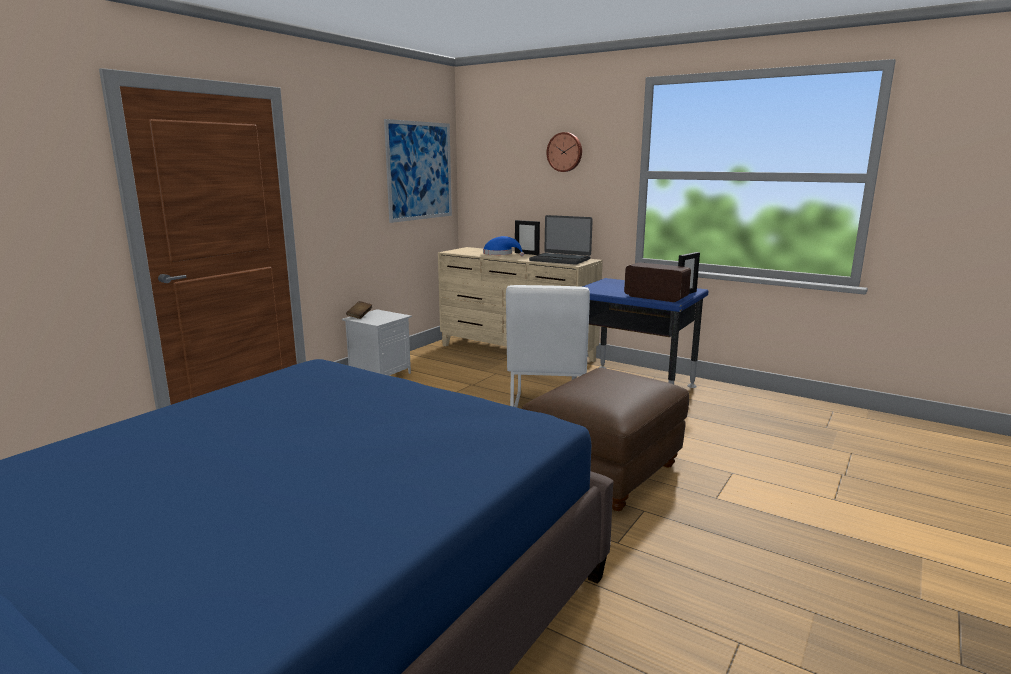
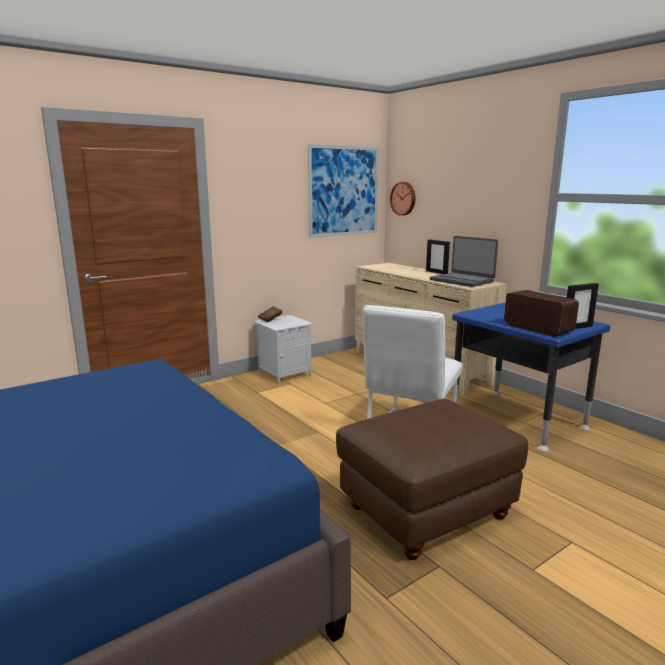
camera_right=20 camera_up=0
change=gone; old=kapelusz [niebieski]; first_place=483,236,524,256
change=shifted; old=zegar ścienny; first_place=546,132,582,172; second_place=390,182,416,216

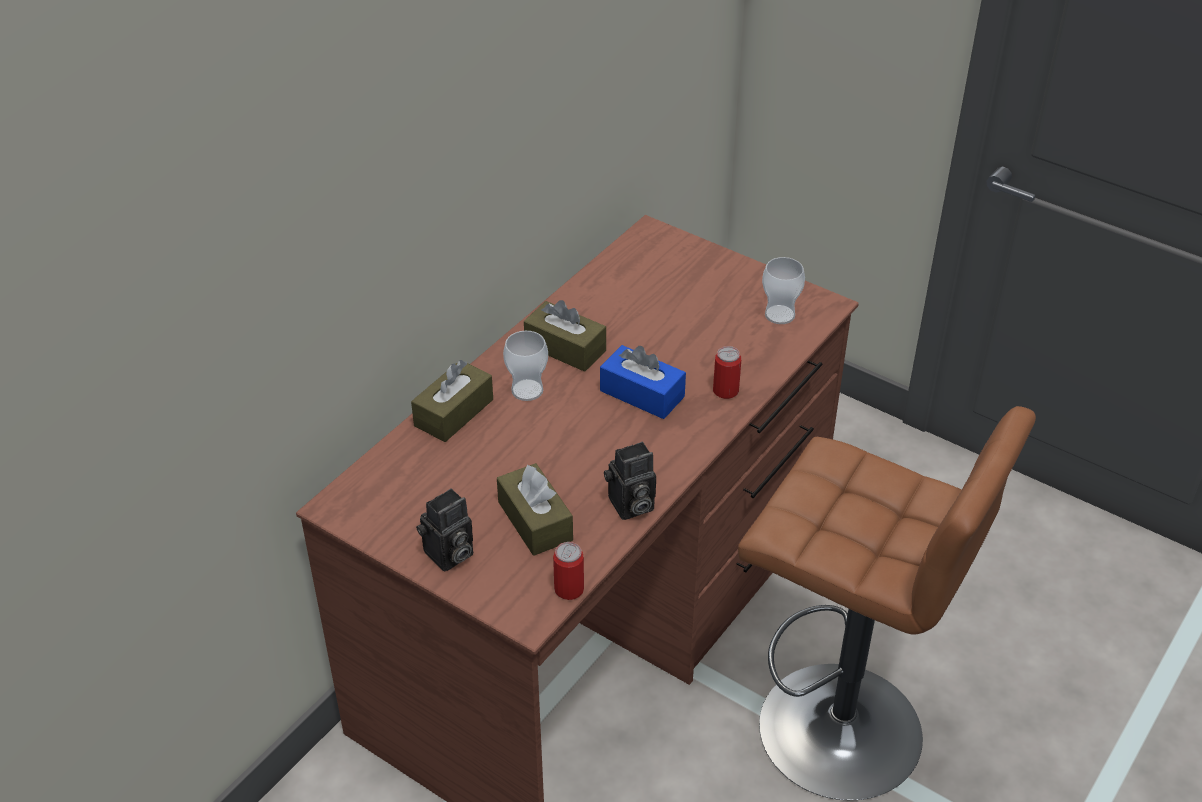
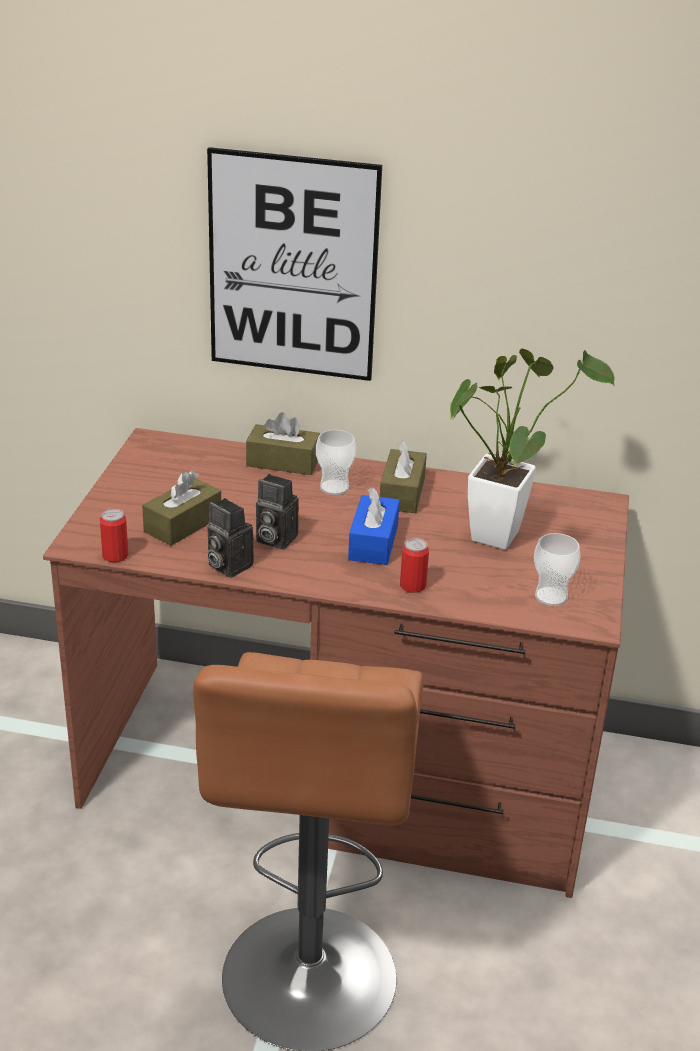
camera_right=65 camera_up=-10
change=shifted; old=aparat fotograficzny; first_place=416,488,473,571; second_place=256,474,299,550
change=new; new=obraz; second_place=207,147,382,381
change=new; new=roślina doniczkowa; second_place=450,349,615,550

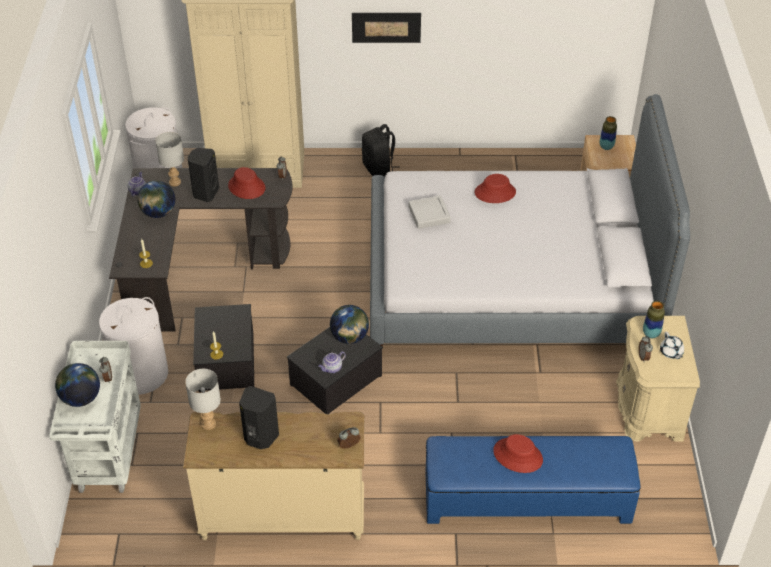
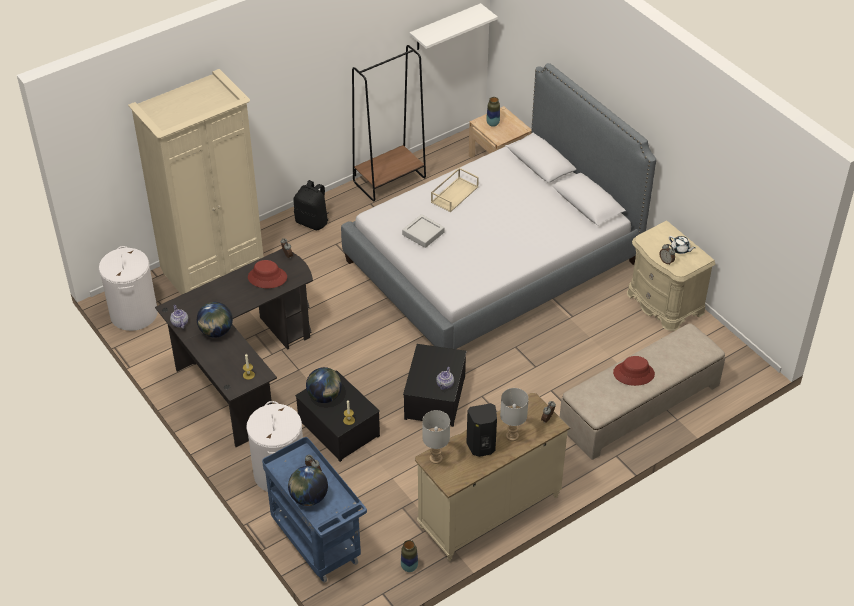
camera_right=-35 camera_up=0
change=repainted; old=wózek [biały]; new=wózek [niebieski]; first_place=49,341,141,493; second_place=262,437,367,583
change=shifted; old=lampa stołowa [szary]; first_place=155,132,184,186; second_place=500,388,529,441
change=gone; old=głośnik [czarny]; first_place=187,148,219,202
change=shifted; old=globus; first_place=330,305,369,344; second_place=306,367,342,403
change=gone; old=obraz; first_place=352,13,421,43
change=repainted; old=ławka [niebieski]; new=ławka [beżowy]; first_place=425,436,641,524; second_place=560,323,725,460
change=swapped; old=kapelusz [czerwony]; new=taca [beżowy]; first_place=475,174,516,203; second_place=431,168,479,212
change=shifted; old=wazon; first_place=643,301,665,338; second_place=401,540,418,572
change=new; new=wieszak; second_place=352,45,426,201
change=new; new=półka [biały]; second_place=410,3,498,50

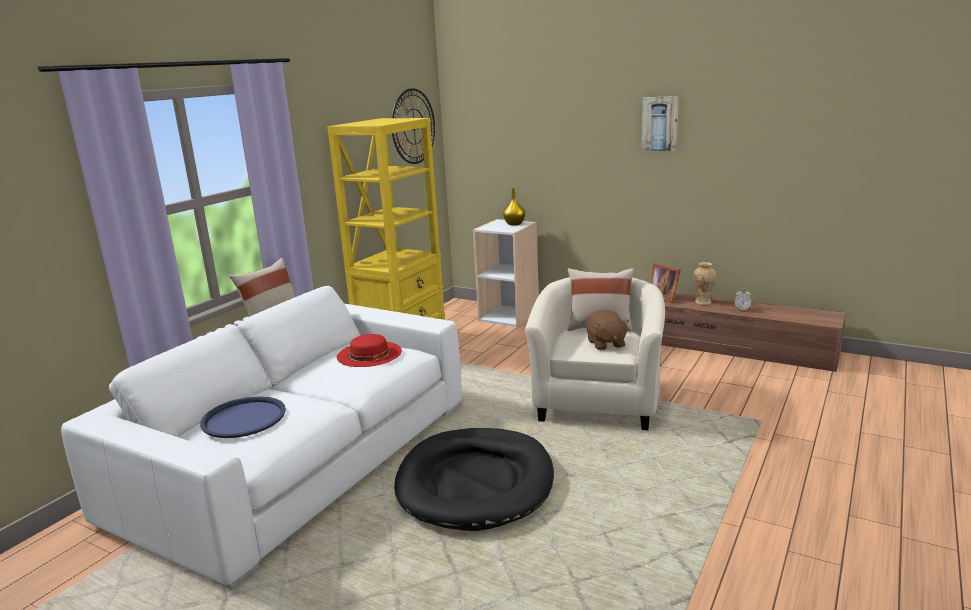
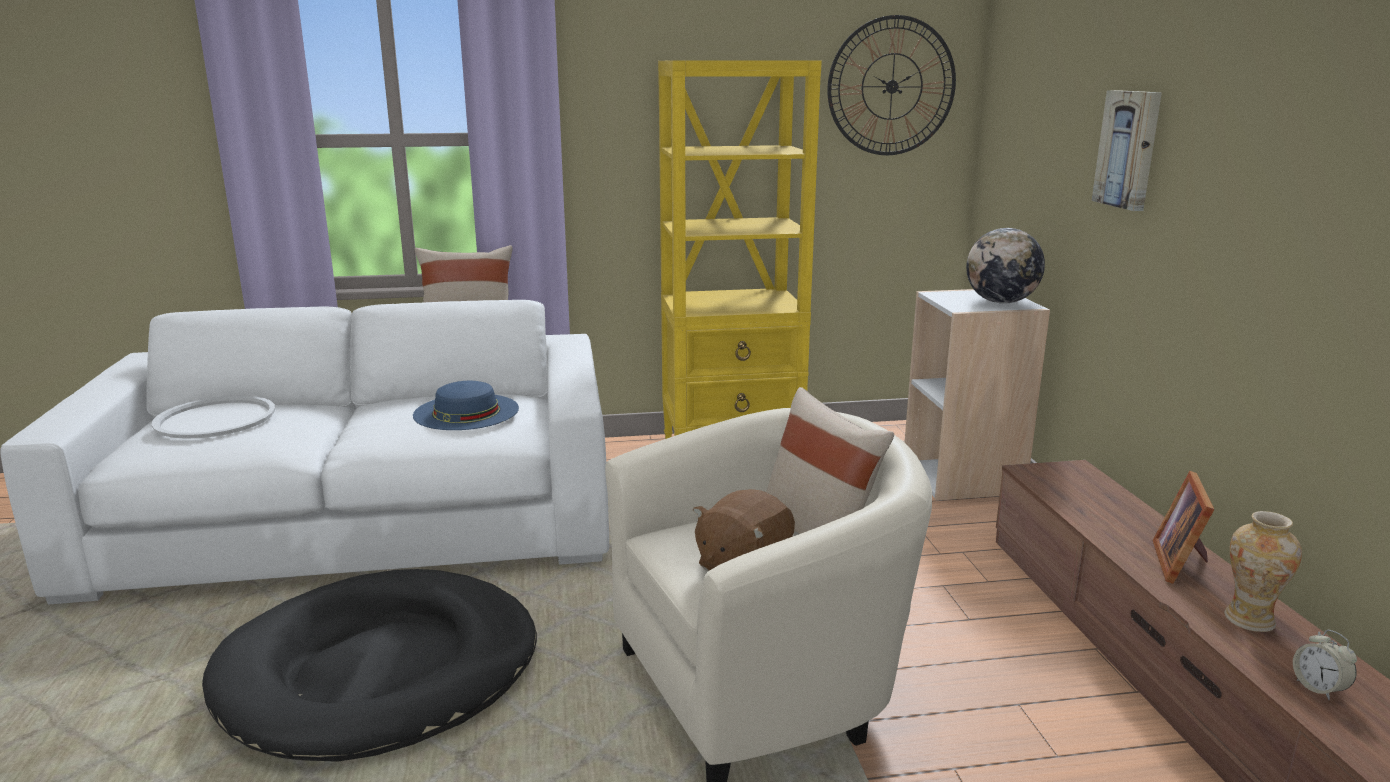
camera_right=50 camera_up=0
change=repainted; old=taca [niebieski]; new=taca [biały]; first_place=200,396,286,438; second_place=151,396,275,439
change=repainted; old=kapelusz [czerwony]; new=kapelusz [niebieski]; first_place=337,334,402,367; second_place=413,381,519,430
change=swapped; old=wazon [żółty]; new=globus; first_place=503,188,525,226; second_place=966,228,1045,304
change=shifted; old=obraz; first_place=642,96,679,151; second_place=1092,90,1162,211

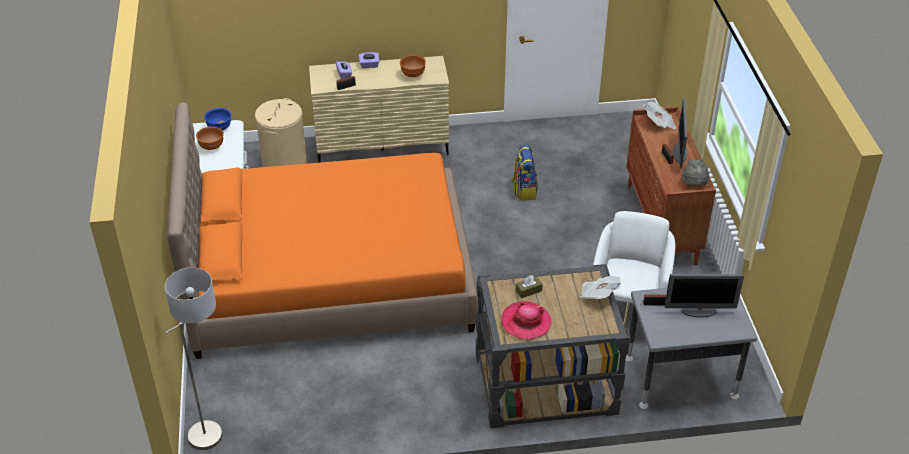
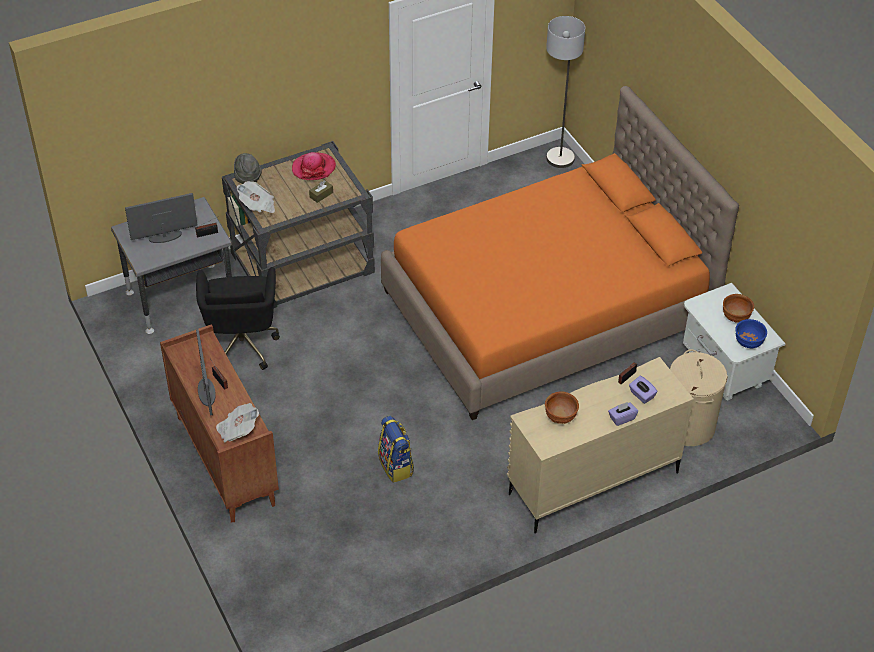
camera_right=160 camera_up=5
change=repainted; old=krzesło biurowe [biały]; new=krzesło biurowe [czarny]; first_place=593,211,676,330; second_place=196,267,280,370
change=shifted; old=kapelusz [szary]; first_place=681,159,709,186; second_place=234,153,262,184

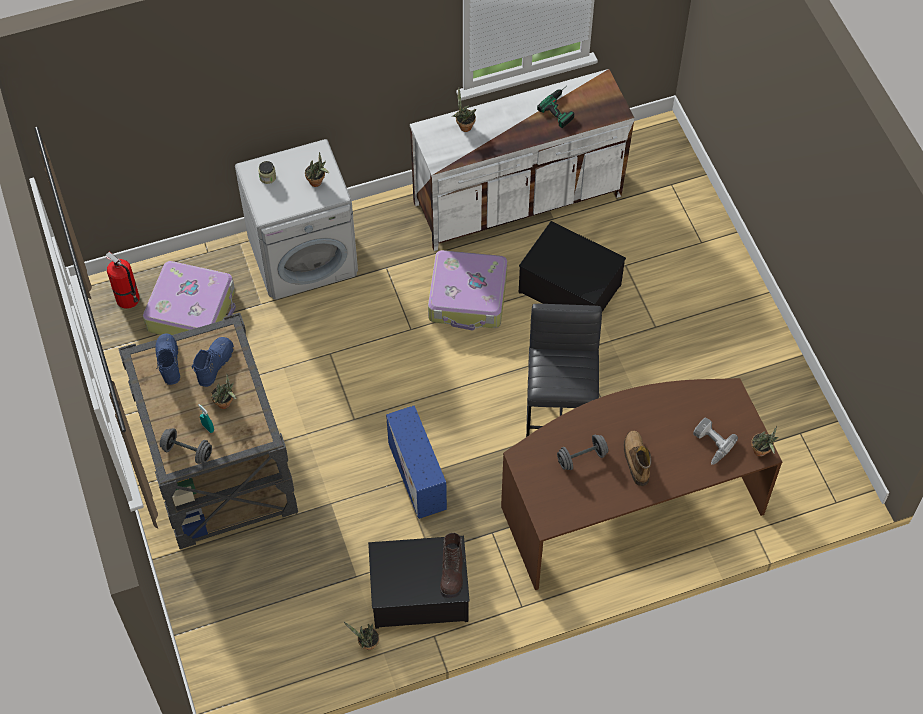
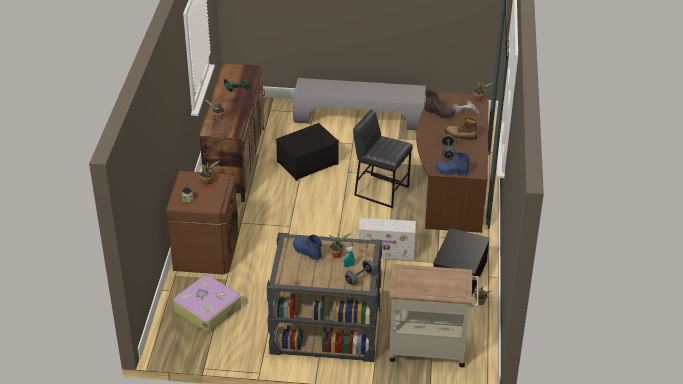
camera_right=-65 camera_up=-20
change=gone; old=gaśnica; first_place=105,251,140,309
change=shifted; old=but z cholewką [niebieski]; first_place=155,333,180,385; second_place=435,152,470,175
change=repainted; old=pralka [biały]; new=pralka [brązowy]; first_place=235,139,358,300; second_place=166,171,239,275
change=repainted; old=pojemnik do przechowywania [niebieski]; new=pojemnik do przechowywania [biały]; first_place=386,405,447,519; second_place=359,218,416,261
change=repainted; old=szafka [biały]; new=szafka [brązowy]; first_place=410,69,634,251; second_place=199,63,265,202
change=gone; old=walizka; first_place=428,250,507,330
change=shifted; old=but z cholewką [brązowy]; first_place=440,533,465,598; second_place=424,92,454,119
change=new; new=ławka [szary]; second_place=293,78,426,130
change=new; new=wózek [beżowy]; second_place=389,264,480,367

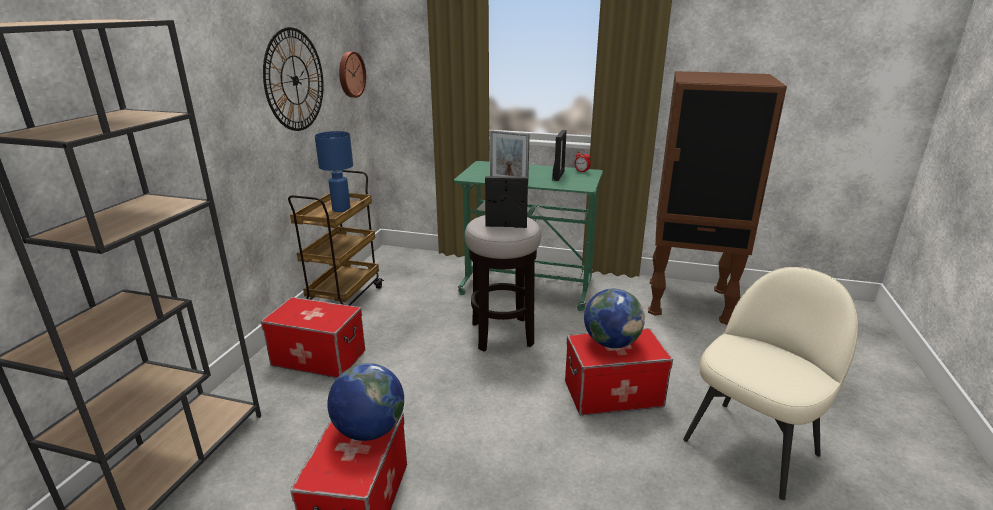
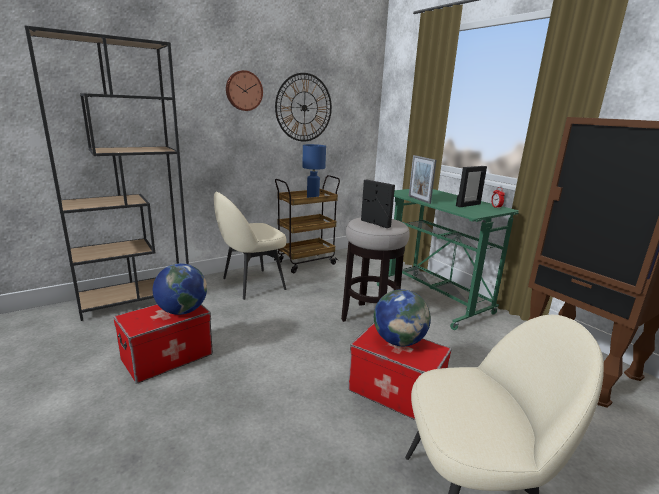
camera_right=40 camera_up=-5
change=swapped; old=pojemnik do przechowywania; new=krzesło [beżowy]; first_place=261,297,365,378; second_place=214,192,286,300
change=shifted; old=zegar ścienny; first_place=339,52,366,98; second_place=226,70,263,111

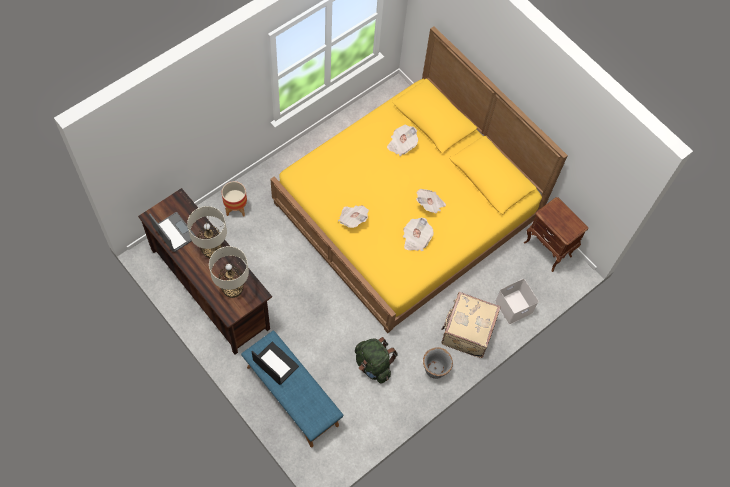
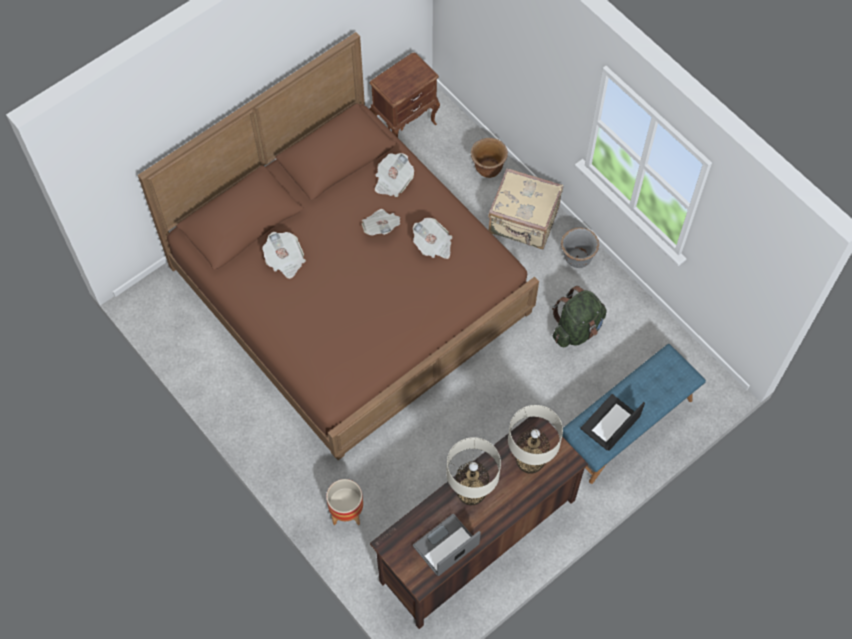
camera_right=-85 camera_up=0
change=repainted; old=łóżko [żółty]; new=łóżko [brązowy]; first_place=270,26,568,333; second_place=138,32,539,460
change=shifted; old=gazeta; first_place=338,205,369,228; second_place=375,153,414,197
change=swapped; old=pojemnik do przechowywania [biały]; new=donica [brązowy]; first_place=495,279,539,324; second_place=471,138,508,178

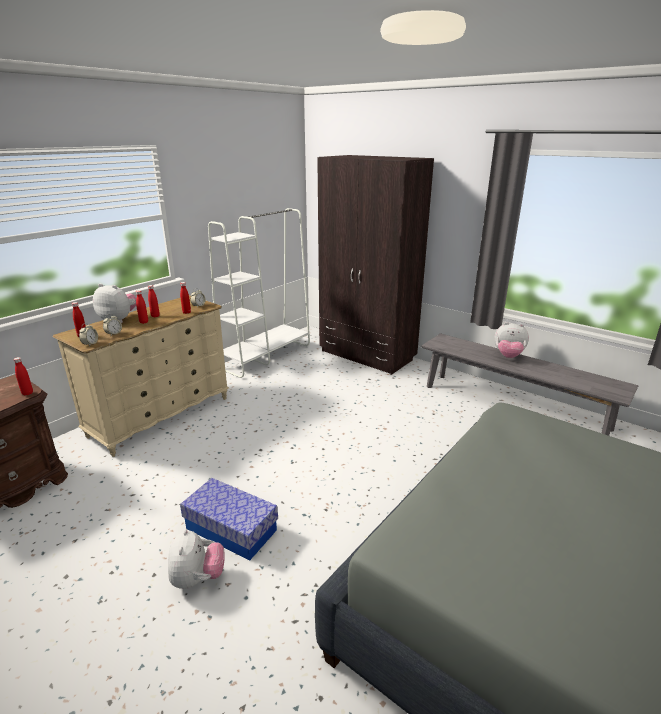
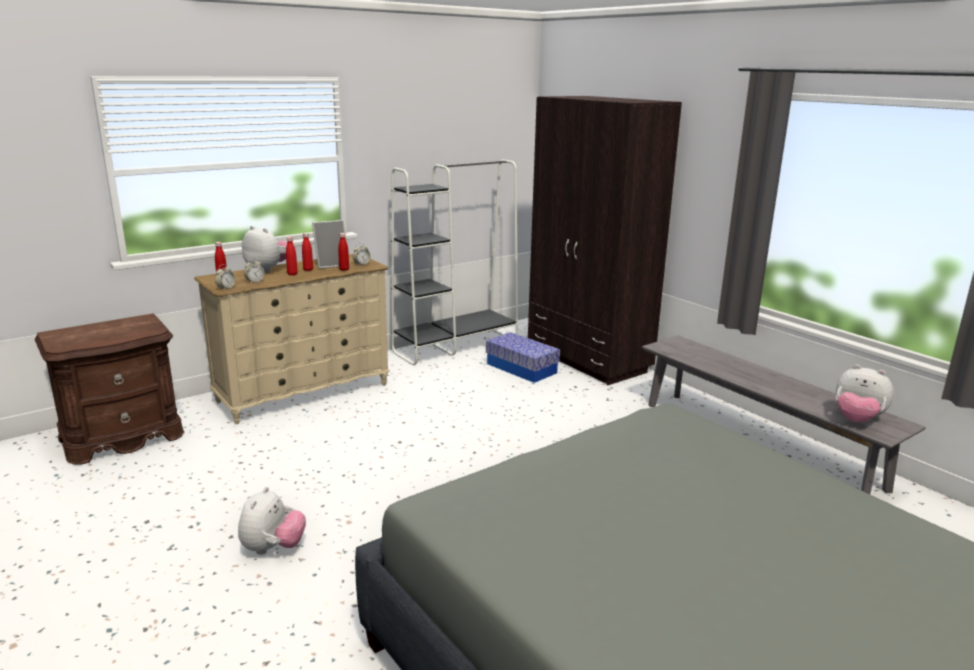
camera_right=15 camera_up=-5
change=gone; old=butelka [czerwony]; first_place=13,357,33,395
change=shifted; old=pojemnik do przechowywania; first_place=180,478,278,560; second_place=486,332,560,383
change=repainted; old=wieszak [biały]; new=wieszak [czarny]; first_place=208,208,310,378; second_place=391,159,518,365
change=shifted; old=pluszak; first_place=494,322,529,358; second_place=836,364,894,423
change=new; new=ramka na zdjęcie; second_place=312,220,350,269

